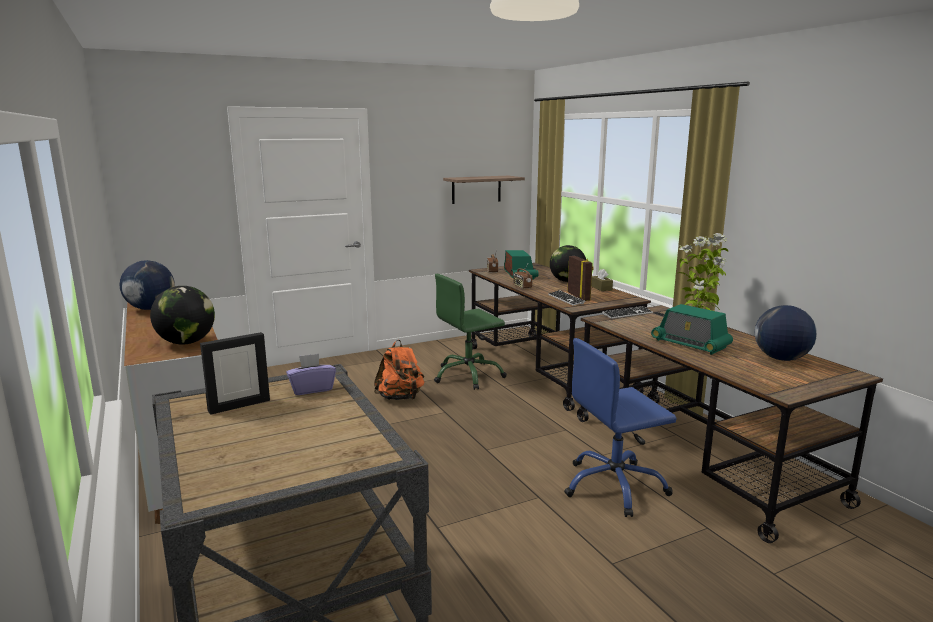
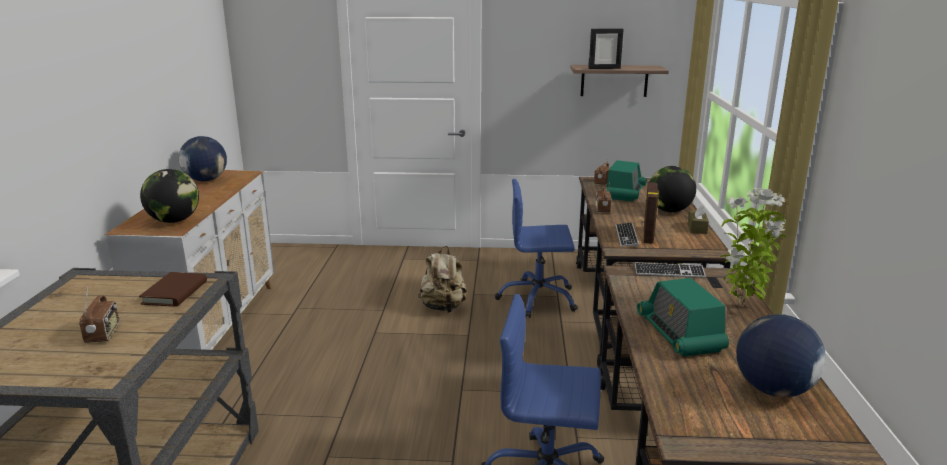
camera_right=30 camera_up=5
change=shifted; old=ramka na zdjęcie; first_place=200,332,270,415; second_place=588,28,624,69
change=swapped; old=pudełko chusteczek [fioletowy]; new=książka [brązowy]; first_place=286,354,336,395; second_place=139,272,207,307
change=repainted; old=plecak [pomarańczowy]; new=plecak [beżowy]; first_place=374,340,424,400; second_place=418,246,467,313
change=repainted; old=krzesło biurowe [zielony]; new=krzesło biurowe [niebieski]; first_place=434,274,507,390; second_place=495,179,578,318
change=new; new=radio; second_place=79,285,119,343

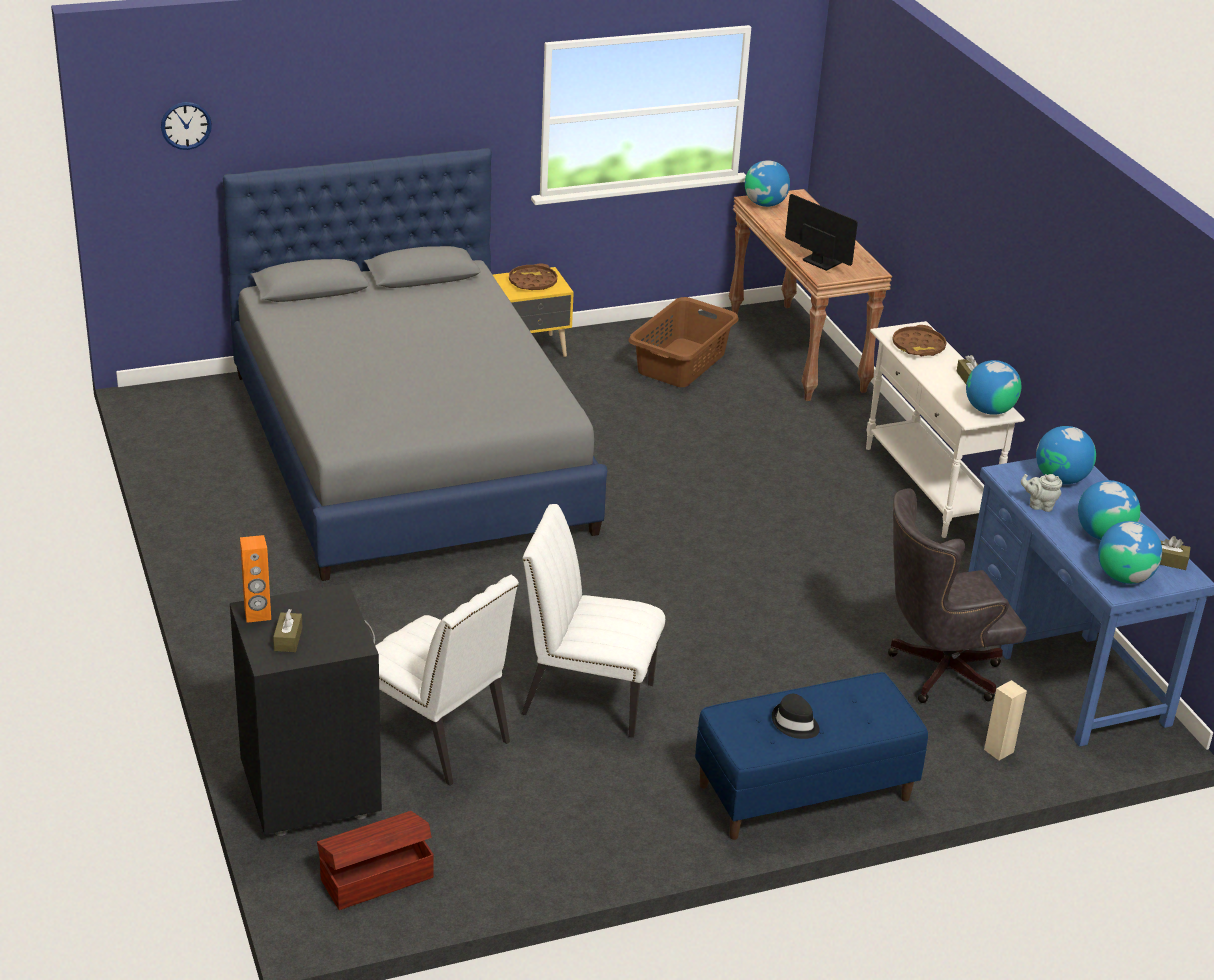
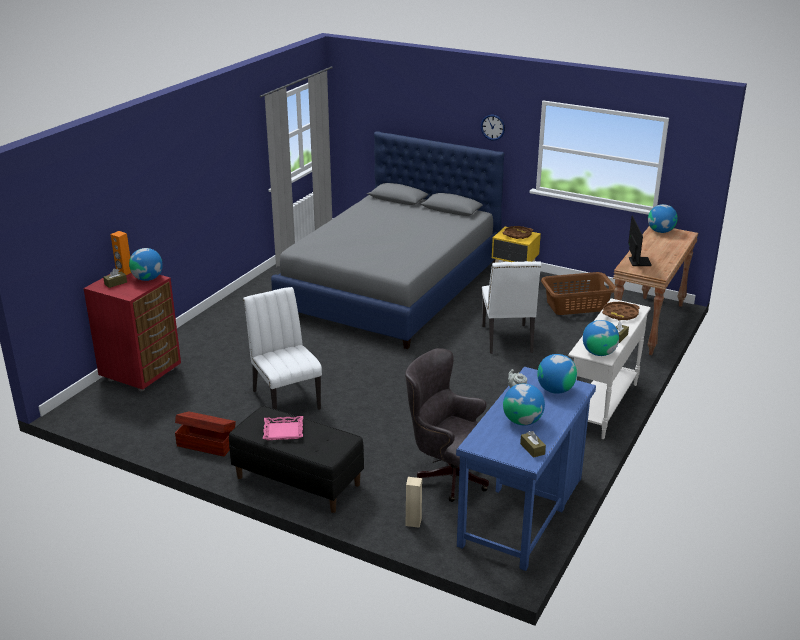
camera_right=50 camera_up=-5
change=shifted; old=zegar ścienny; first_place=161,102,212,150; second_place=481,115,505,140
change=repainted; old=komoda [czarny]; new=komoda [czerwony]; first_place=230,583,382,836; second_place=83,273,181,391
change=shifted; old=pojemnik do przechowywania [brązowy]; first_place=317,811,434,910; second_place=175,411,236,456
change=shifted; old=krzesło [biały]; first_place=375,574,519,786; second_place=482,261,541,354
change=repainted; old=ławka [niebieski]; new=ławka [czarny]; first_place=695,672,928,840; second_place=229,406,364,513
change=swapped; old=kapelusz [czarny]; new=taca [różowy]; first_place=772,694,820,739; second_place=263,416,303,440
change=shifted; old=globus; first_place=1098,521,1162,584; second_place=129,248,163,281

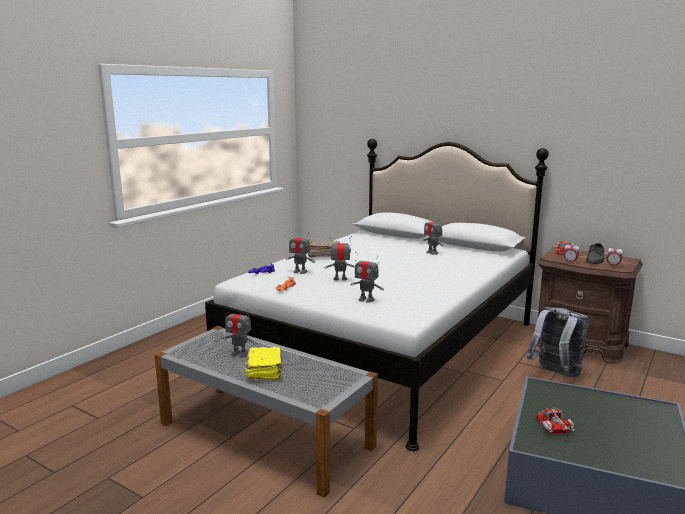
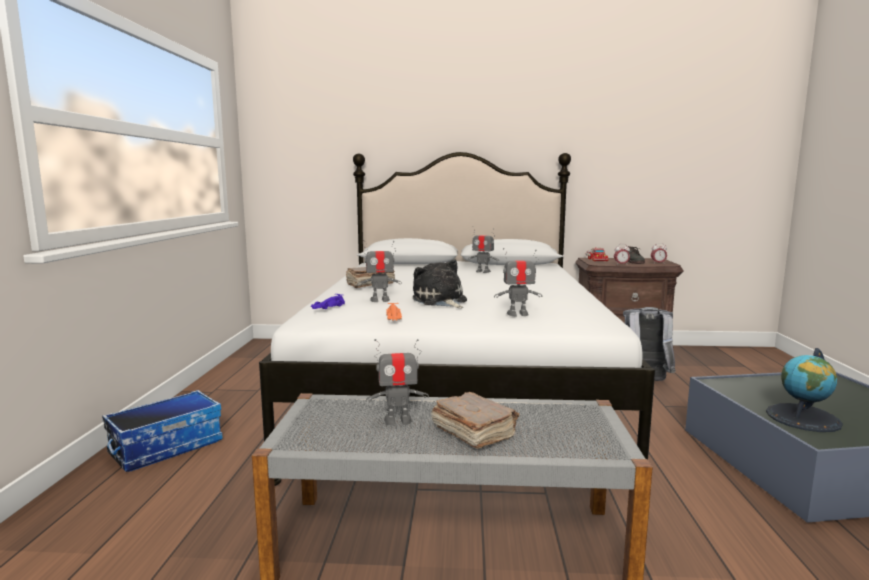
camera_right=-30 camera_up=-5
change=repainted; old=książka [żółty]; new=książka [brązowy]; first_place=245,346,282,380; second_place=431,392,519,448
change=swapped; old=robot zabawkowy; new=pluszak; first_place=324,236,355,280; second_place=413,259,467,308
change=swapped; old=ciężarówka zabawkowa; new=globus; first_place=536,408,575,434; second_place=766,348,843,432
change=new; new=pojemnik do przechowywania; second_place=102,390,223,472

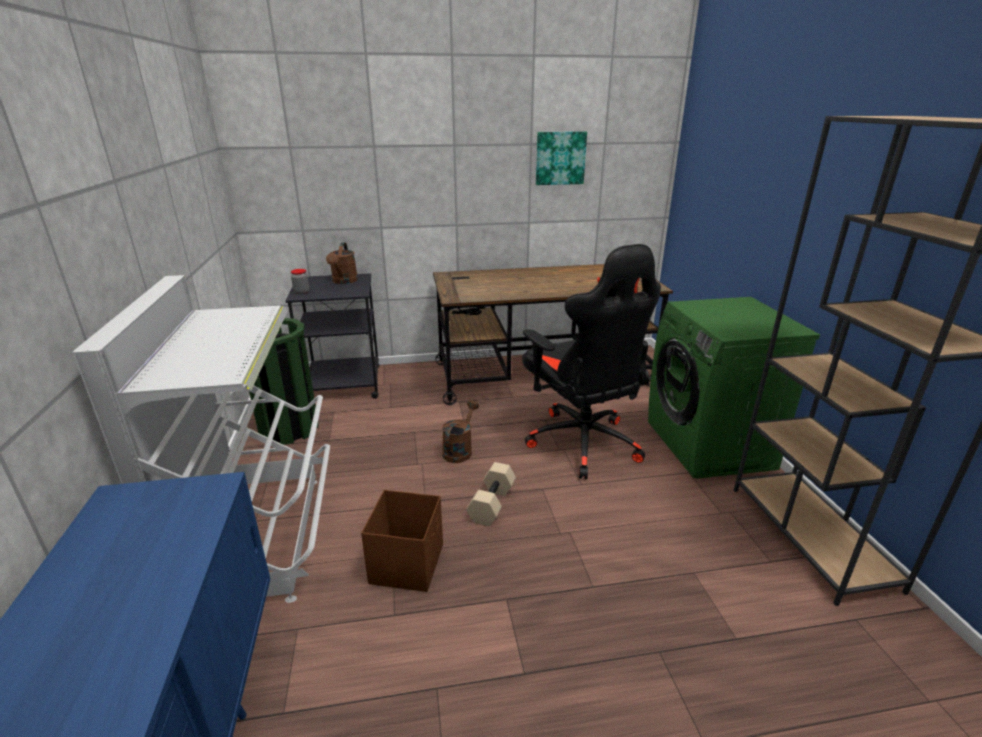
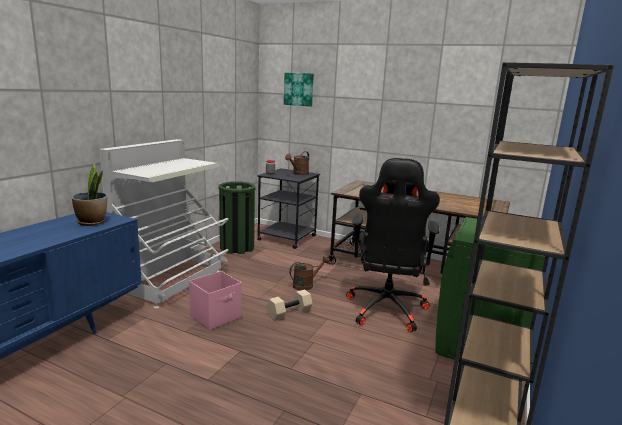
camera_right=35 camera_up=-10
change=repainted; old=pojemnik do przechowywania [brązowy]; new=pojemnik do przechowywania [różowy]; first_place=361,490,443,592; second_place=189,271,242,330
change=shifted; old=obraz; first_place=536,131,587,185; second_place=284,73,314,107
change=new; new=roślina doniczkowa; second_place=72,163,107,226

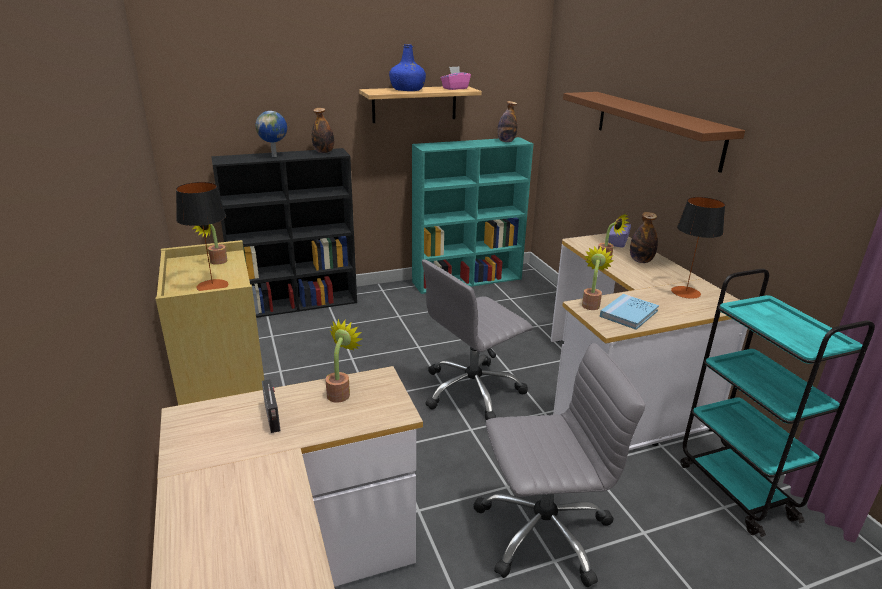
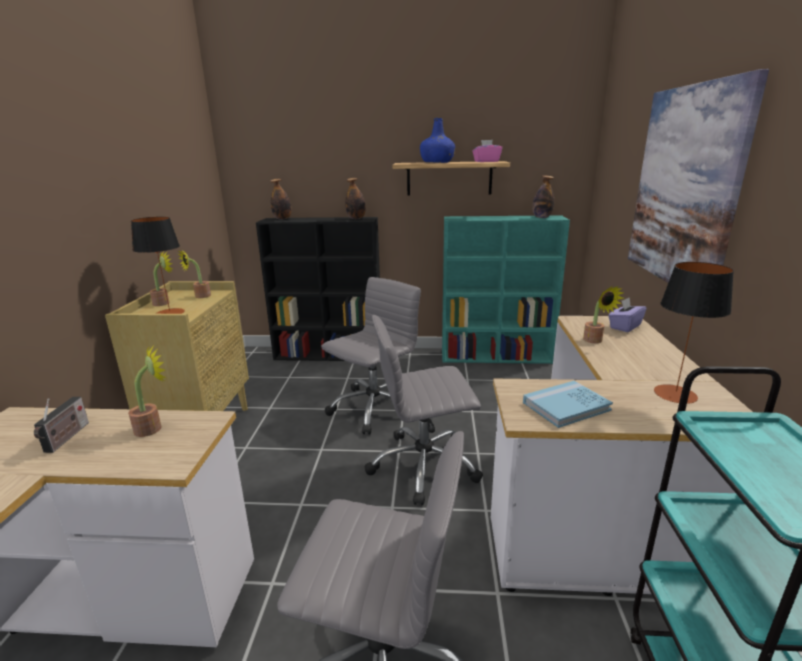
camera_right=25 camera_up=-5
change=gone; old=globus; first_place=255,111,287,157
change=swapped; old=półka [brązowy]; new=obraz; first_place=563,92,745,173; second_place=628,69,769,283
change=shifted; old=roślina doniczkowa; first_place=582,246,614,310; second_place=150,251,173,306
change=shifted; old=butelka; first_place=630,212,658,263; second_place=271,179,291,219
change=new; new=krzesło biurowe [szary]; second_place=321,277,421,435

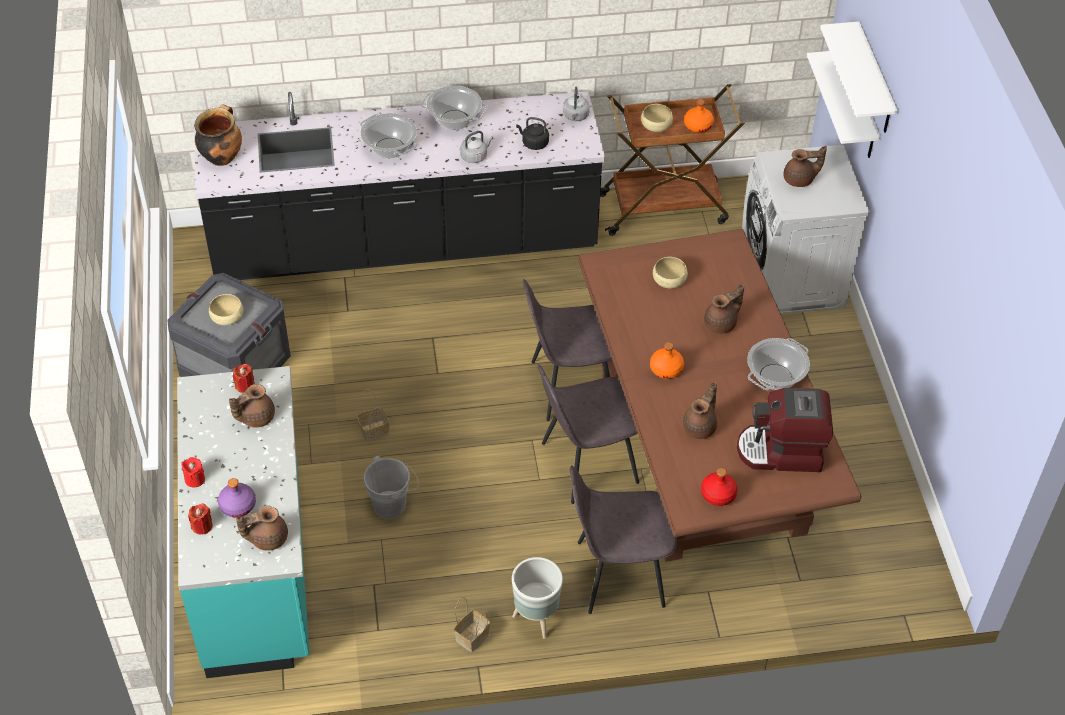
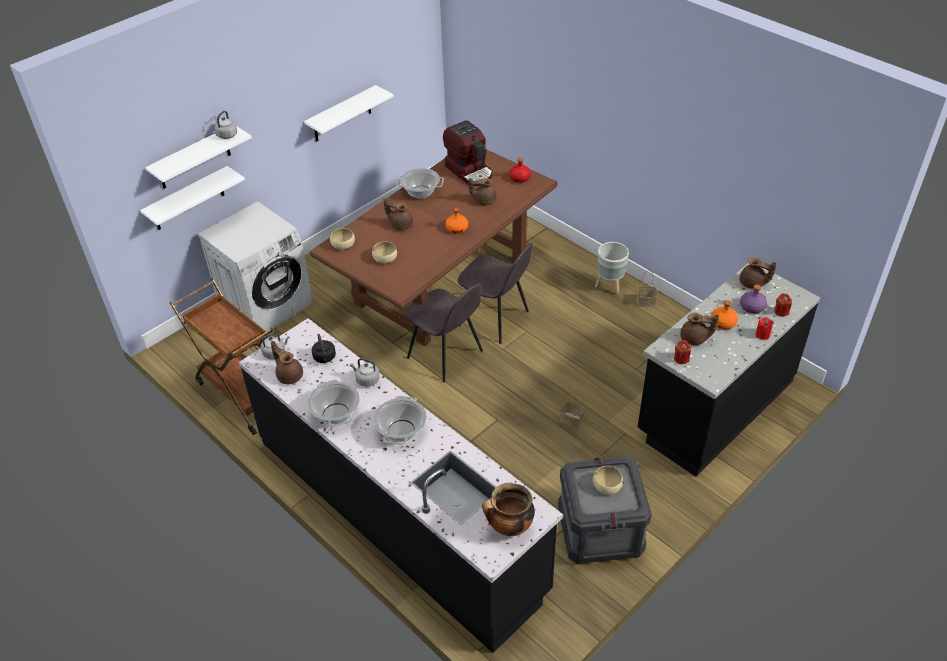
camera_right=-125 camera_up=-5
change=repainted; old=zabudowa kuchenna [turkusowy]; new=zabudowa kuchenna [czarny]; first_place=177,366,309,678; second_place=638,263,820,477
change=gone; old=wiadro [szary]; first_place=364,456,419,519
change=gone; old=krzesło [szary]; first_place=570,465,677,614
change=shifted; old=miska [beżowy]; first_place=641,104,673,132; second_place=330,228,355,250
change=shifted; old=butelka [pomarańczowy]; first_place=684,99,714,133; second_place=711,300,738,330
change=shifted; old=imbryk [brązowy]; first_place=783,146,827,187; second_place=271,341,303,384
change=new; new=czajnik [szary]; second_place=212,111,237,139
change=new; new=półka [biały]; second_place=304,85,394,141

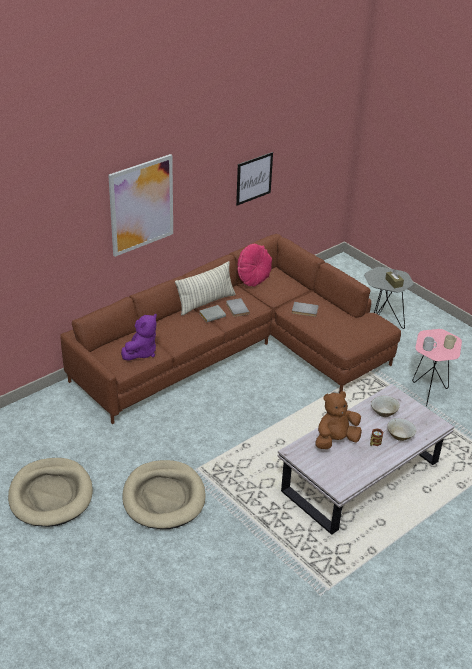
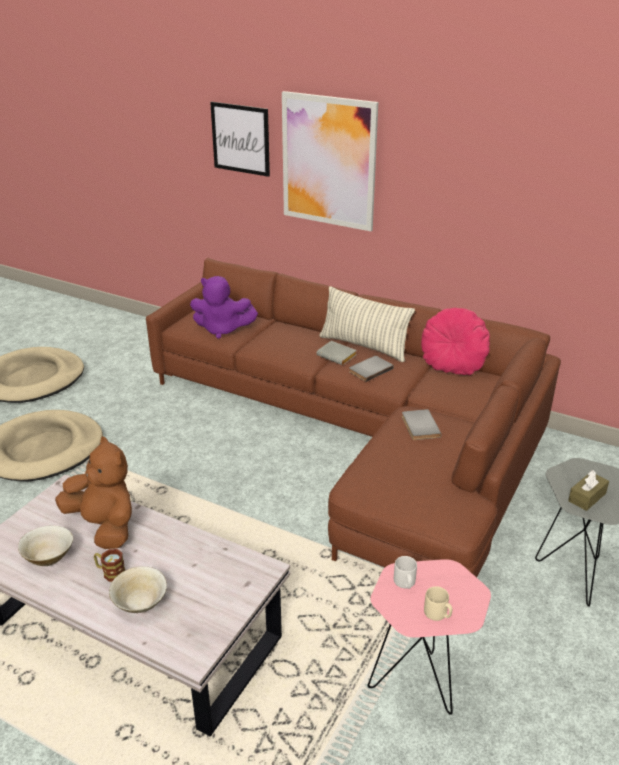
camera_right=70 camera_up=-5
change=shifted; old=obraz; first_place=236,152,273,206; second_place=210,102,270,177
change=shifted; old=miska [beżowy]; first_place=371,396,400,417; second_place=18,526,73,566

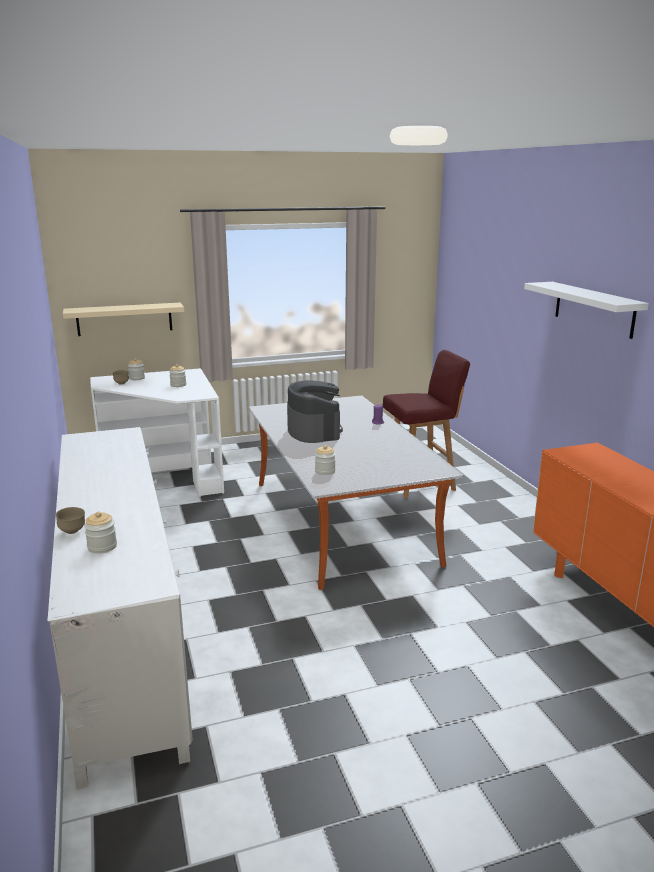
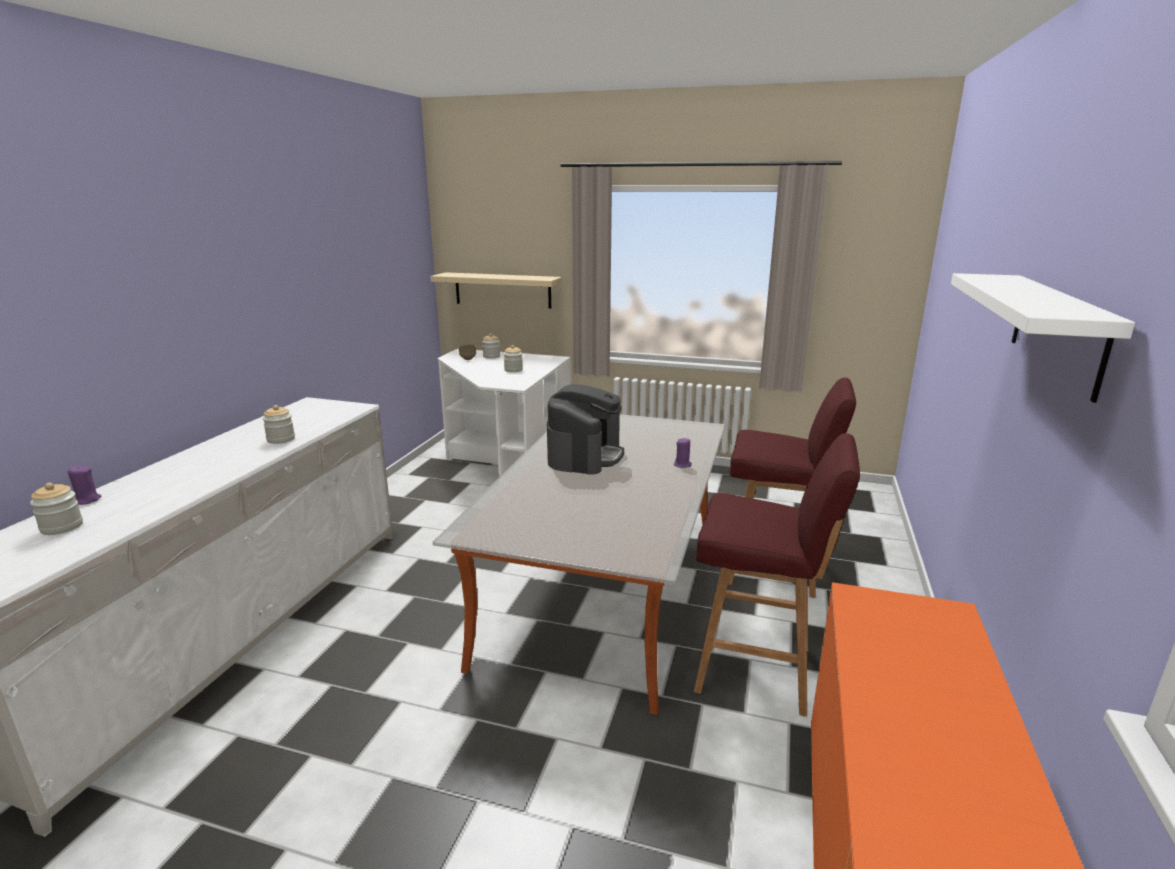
camera_right=35 camera_up=0
change=swapped; old=miska [brązowy]; new=świeca [fioletowy]; first_place=56,507,85,534; second_place=68,465,101,505
change=shifted; old=słoik; first_place=315,445,336,475; second_place=262,405,295,444
change=new; new=stołek [czerwony]; second_place=694,433,860,717

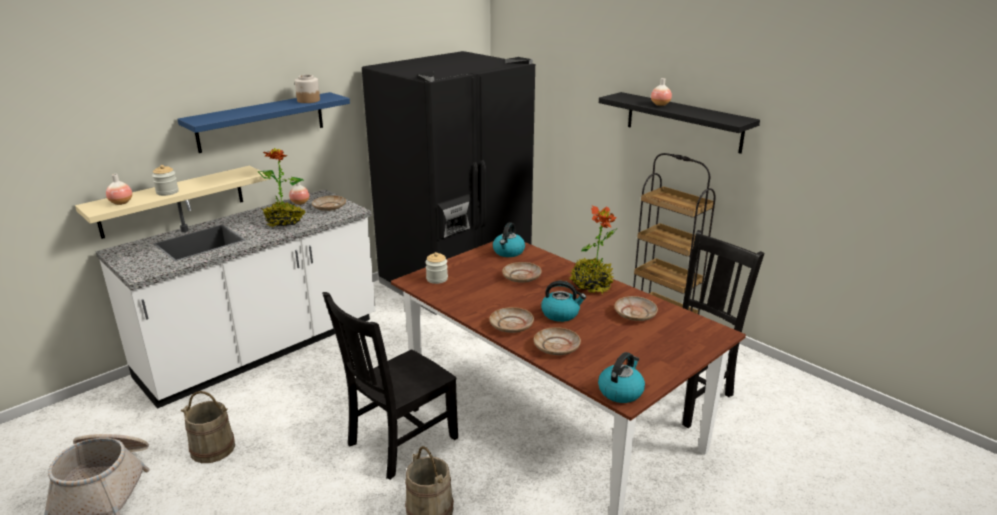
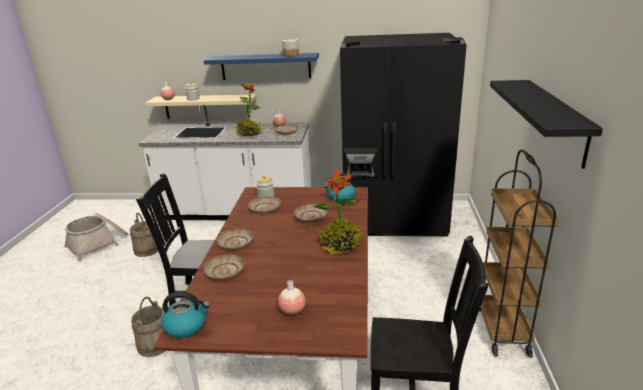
camera_right=50 camera_up=0
change=gone; old=czajnik; first_place=541,281,586,322
change=shifted; old=talerz [beżowy]; first_place=614,296,658,321; second_place=248,196,281,213
change=shifted; old=wazon; first_place=651,78,672,106; second_place=278,280,305,315

